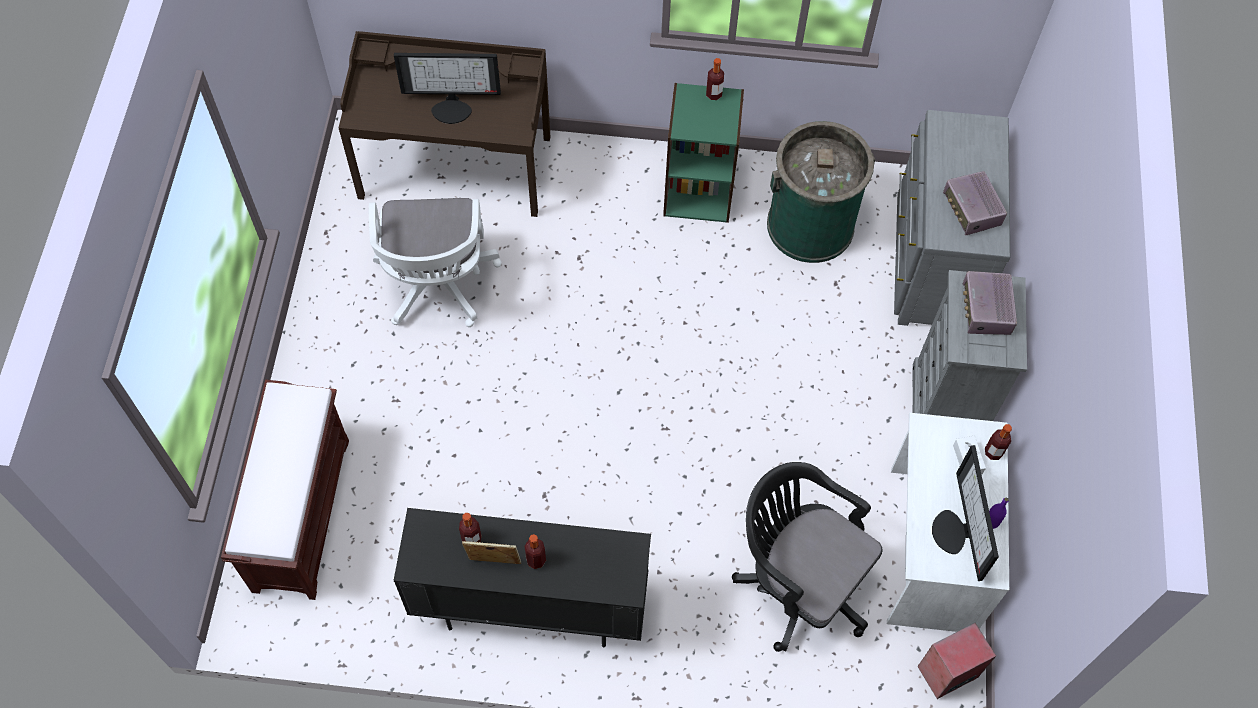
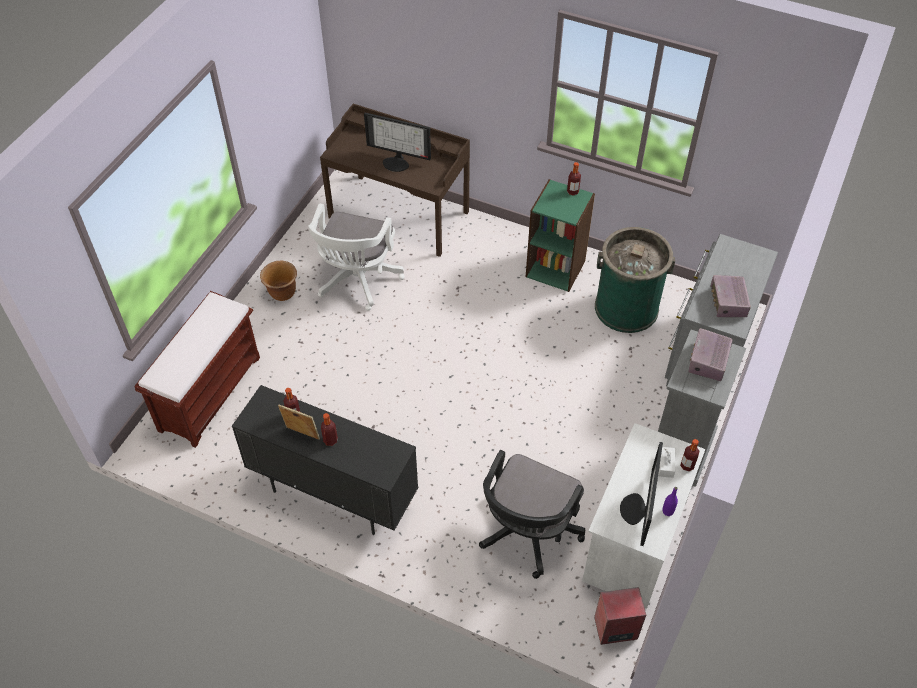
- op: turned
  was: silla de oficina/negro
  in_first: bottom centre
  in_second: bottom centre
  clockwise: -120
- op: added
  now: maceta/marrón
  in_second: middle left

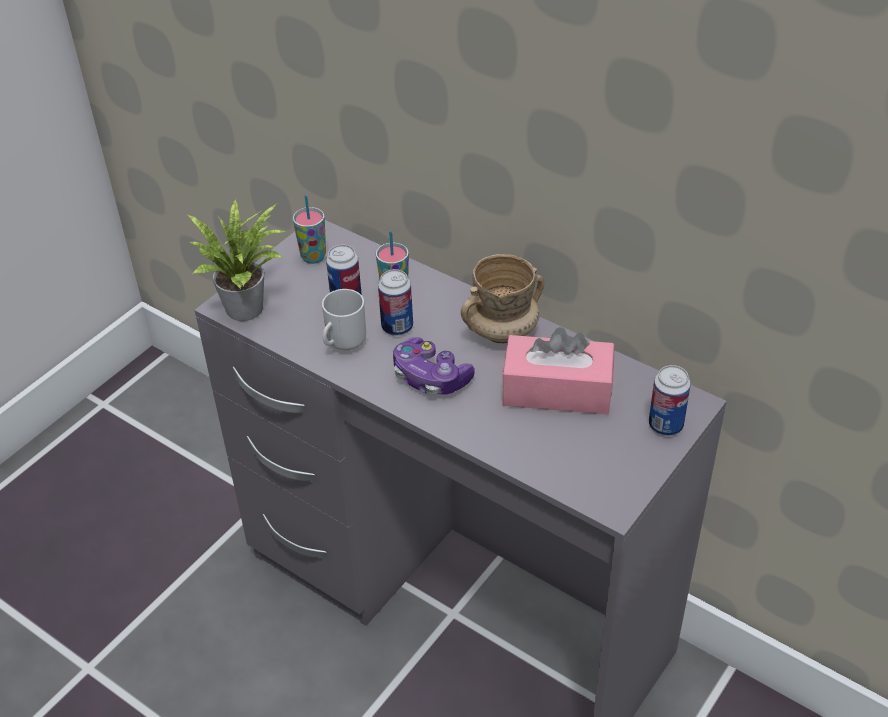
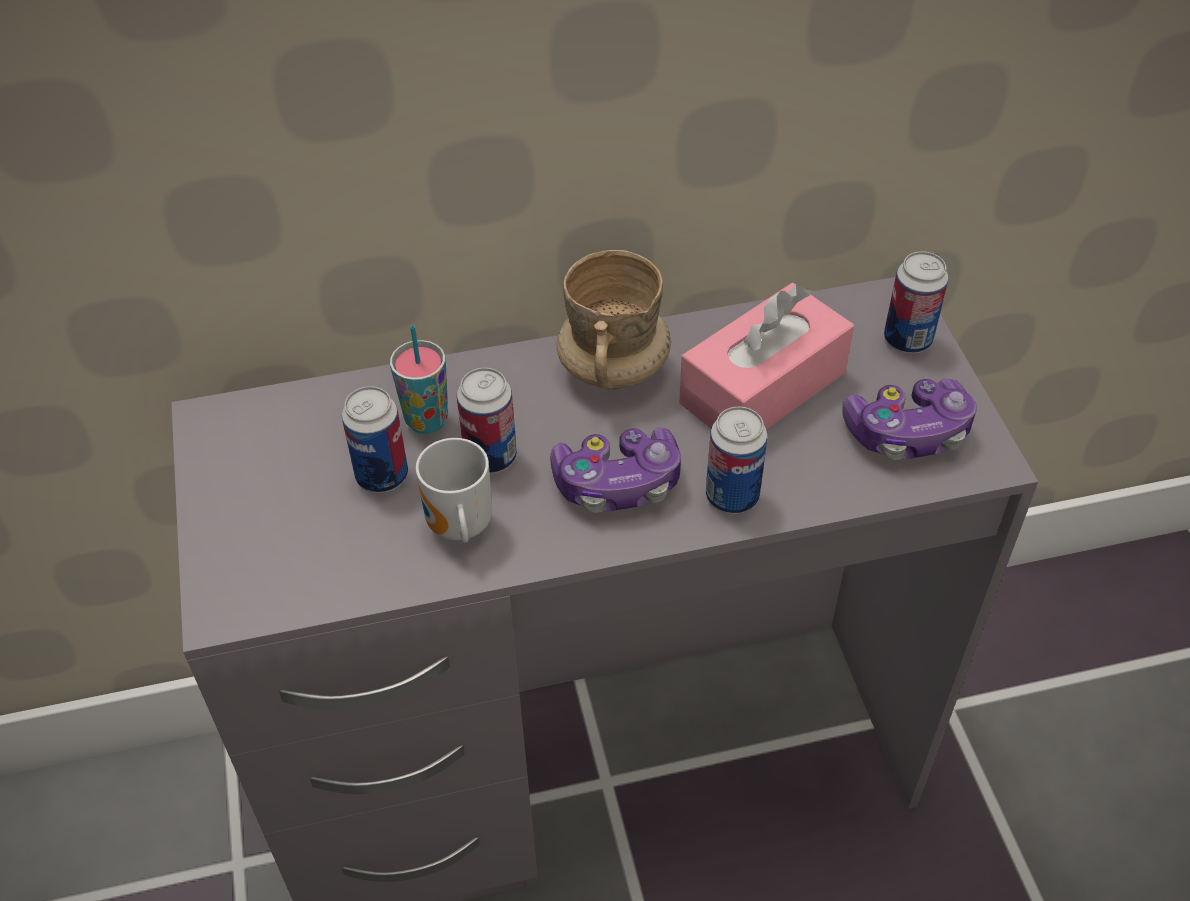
- op: removed
  was: planta en maceta
  in_first: middle left
- op: removed
  was: taza (1st from left)
  in_first: top centre
- op: added
  now: lata (3rd from left)
  in_second: centre
- op: added
  now: mando de consola (2nd from left)
  in_second: middle right

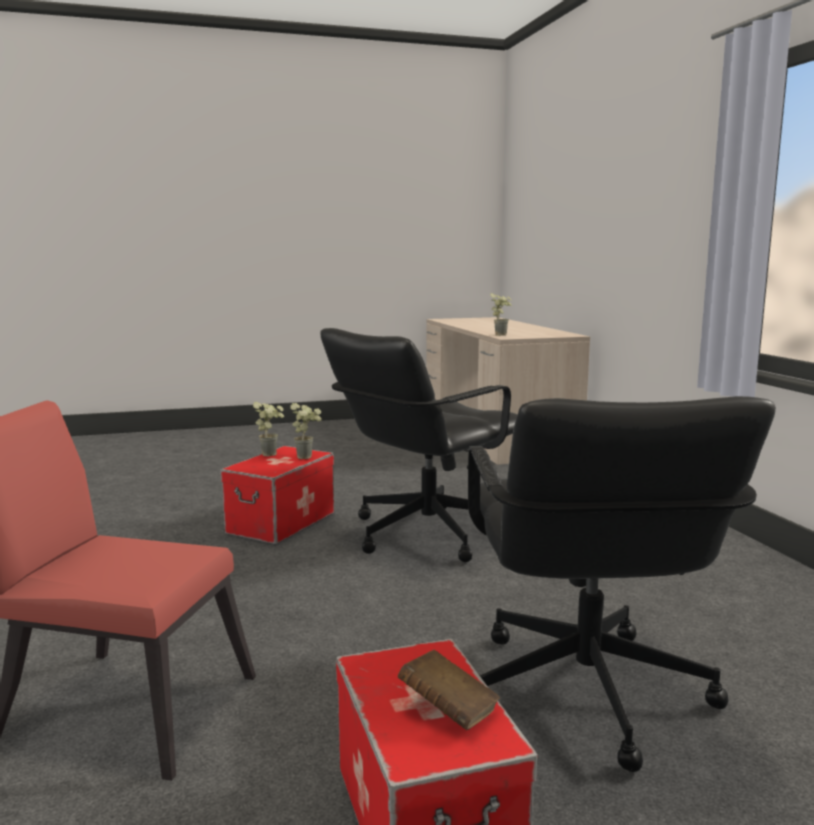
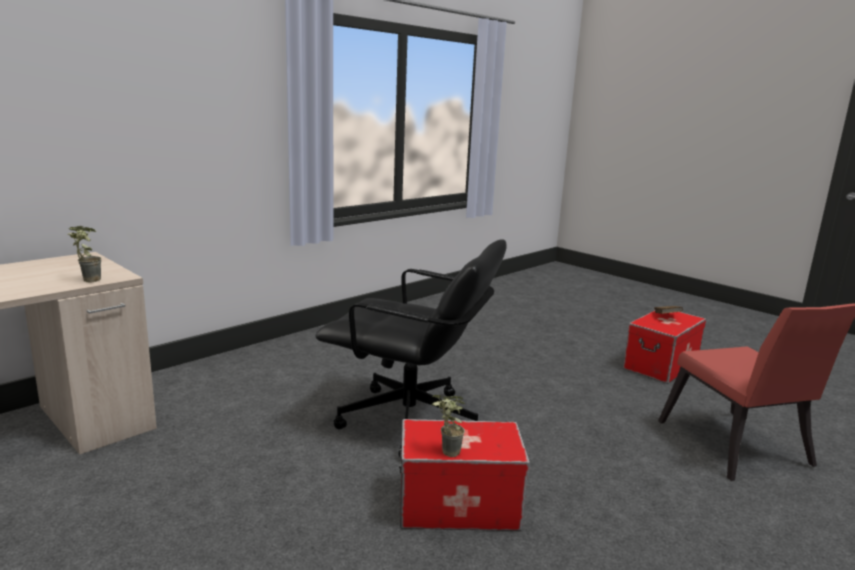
- op: removed
  was: planta en maceta (2nd from left)
  in_first: centre
- op: removed
  was: silla de oficina/negro (2nd from left)
  in_first: bottom right

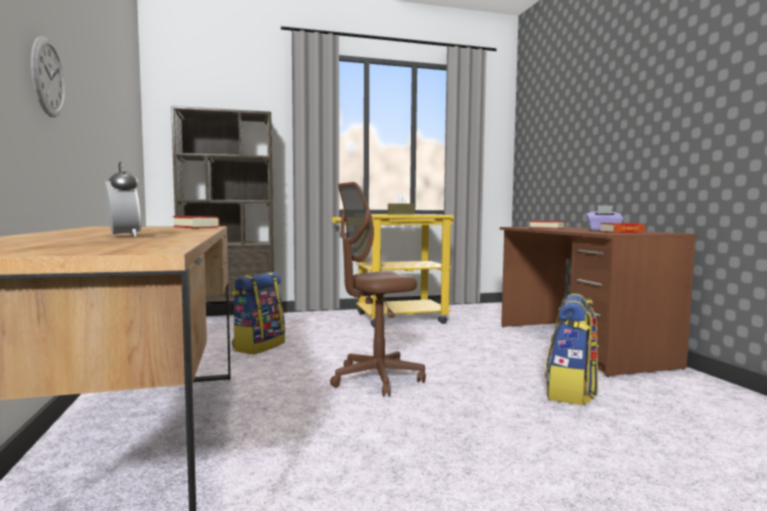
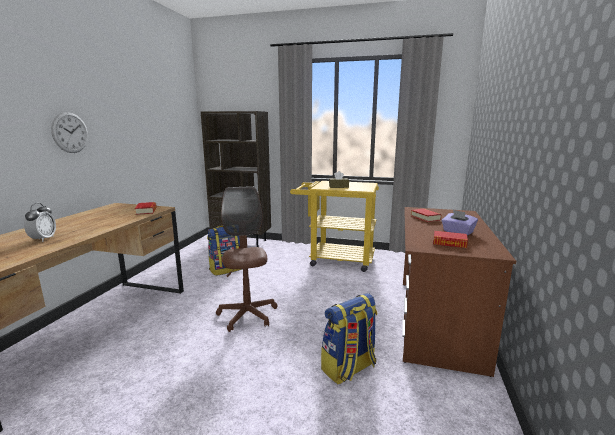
- op: turned
  was: silla de oficina/marrón
  in_first: centre
  in_second: centre
  clockwise: 75

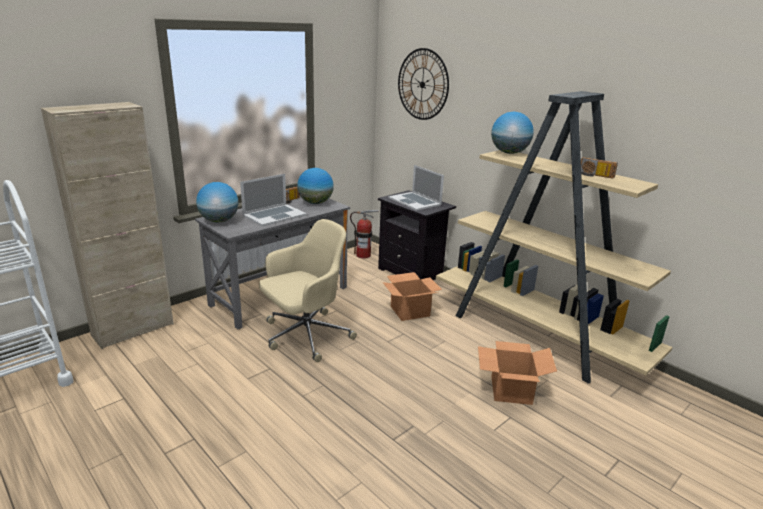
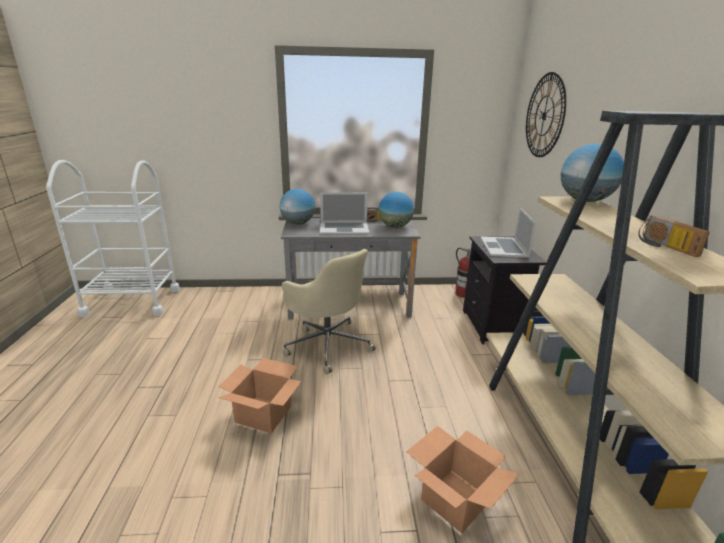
- op: removed
  was: armario/beis
  in_first: middle left
- op: turned
  was: silla de oficina/beis
  in_first: centre
  in_second: centre
  clockwise: 45
- op: moved
  was: caja de cartón (1st from left)
  in_first: centre
  in_second: bottom centre

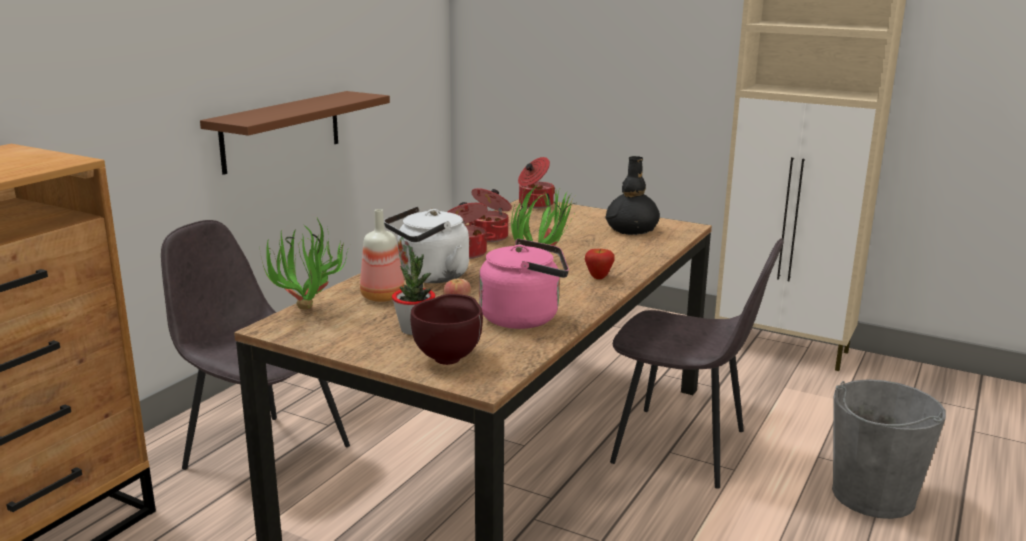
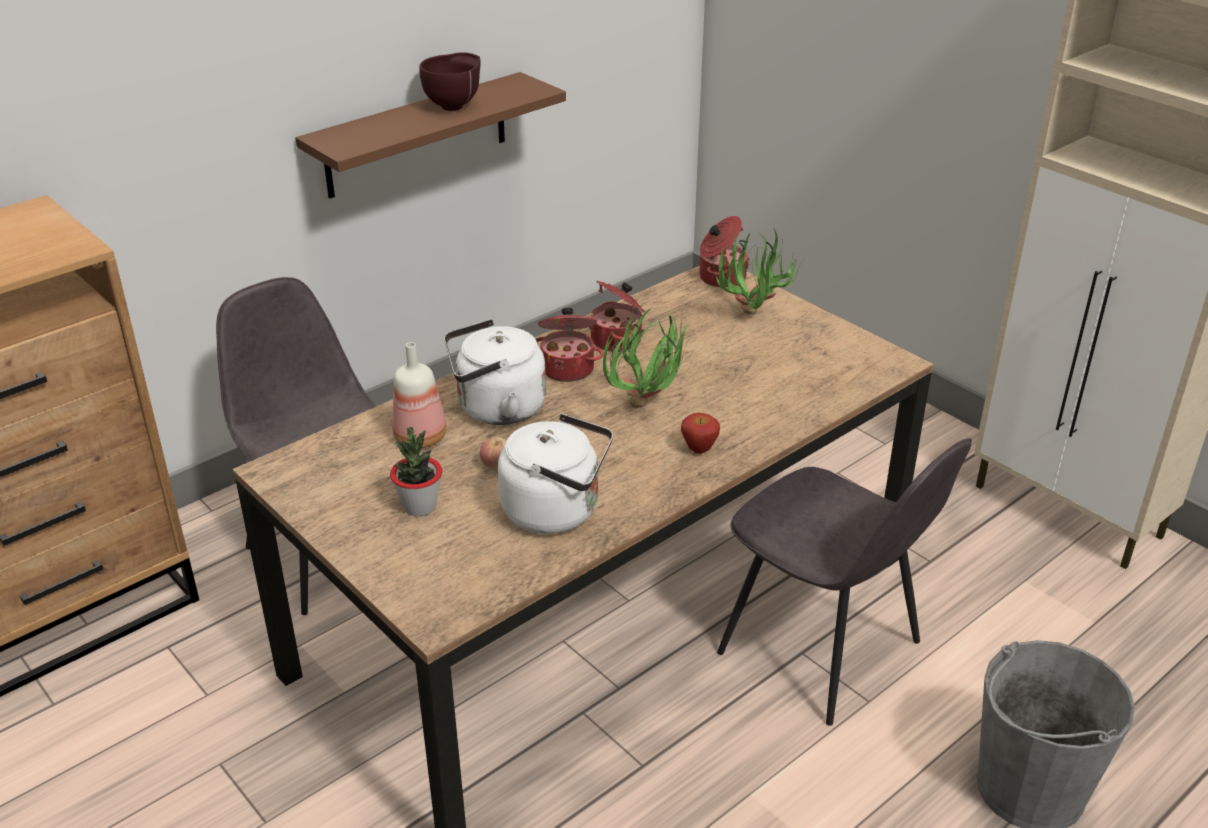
- op: moved
  was: planta en maceta (1st from left in the first image)
  now: planta en maceta (3rd from left)
  in_first: middle left
  in_second: top centre
- op: moved
  was: cuenco/marrón
  in_first: centre
  in_second: top centre
- op: recoloured
  was: hervidor/rosa
  now: hervidor/blanco (2nd from left)
  in_first: centre
  in_second: centre
- op: removed
  was: florero/negro
  in_first: centre

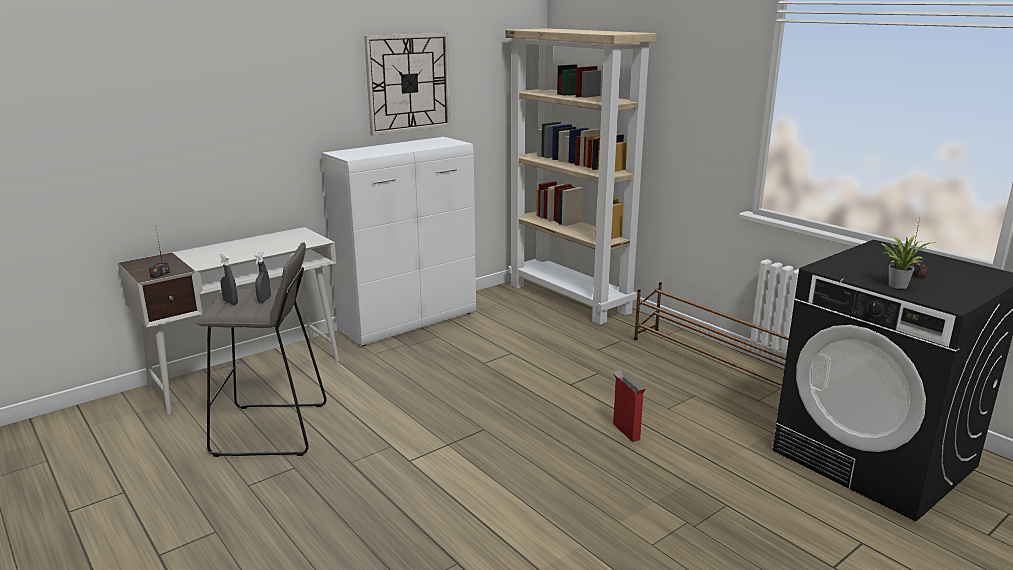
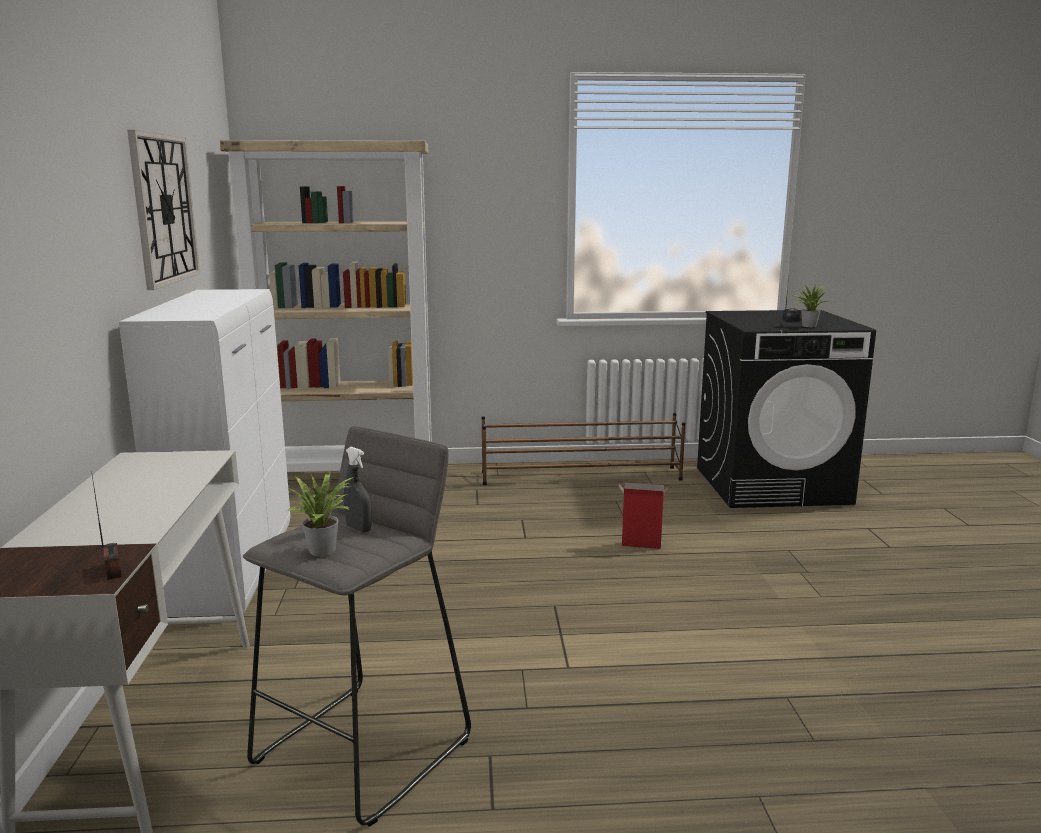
- op: replaced
  was: pulverizador/gris (1st from left)
  now: planta en maceta (1st from left)
  in_first: middle left
  in_second: middle left

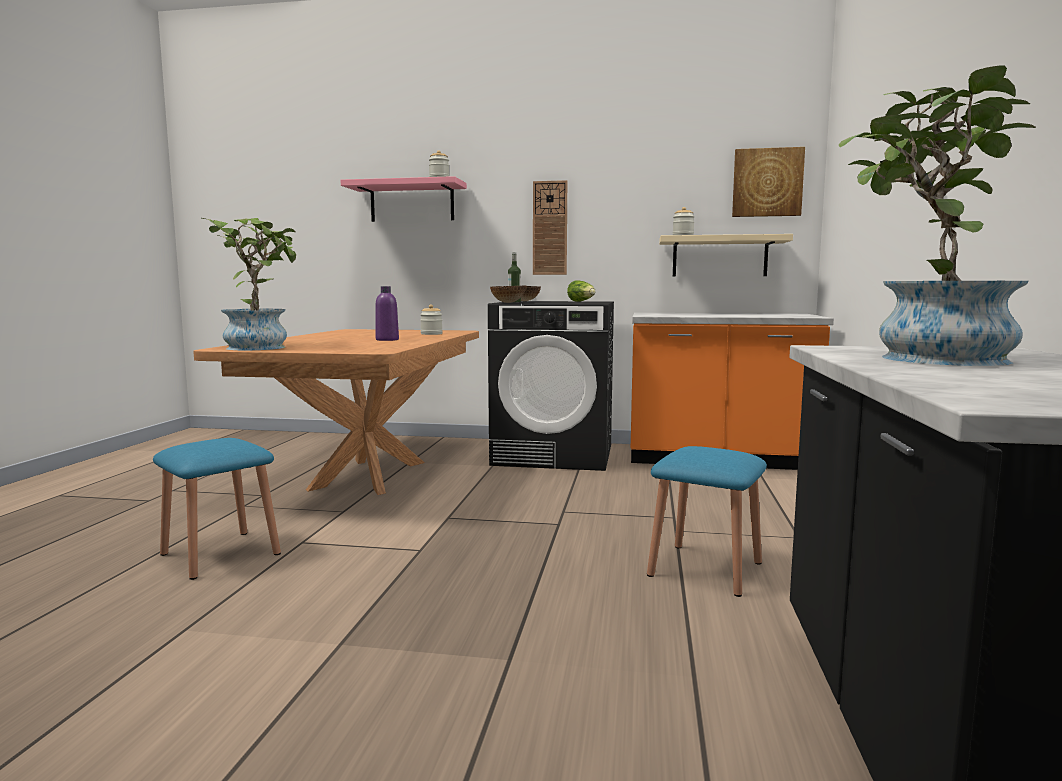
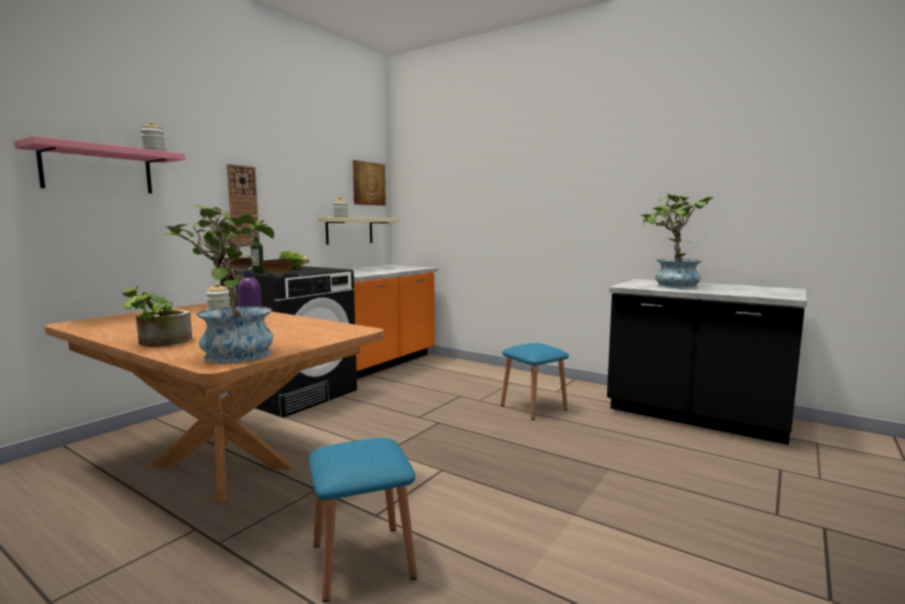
- op: added
  now: planta en maceta (1st from left)
  in_second: middle left

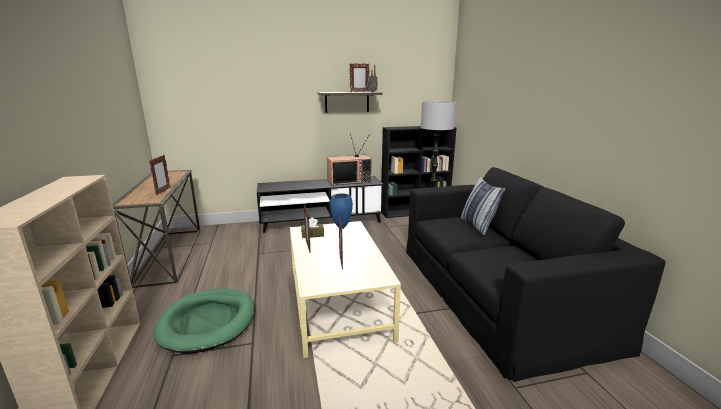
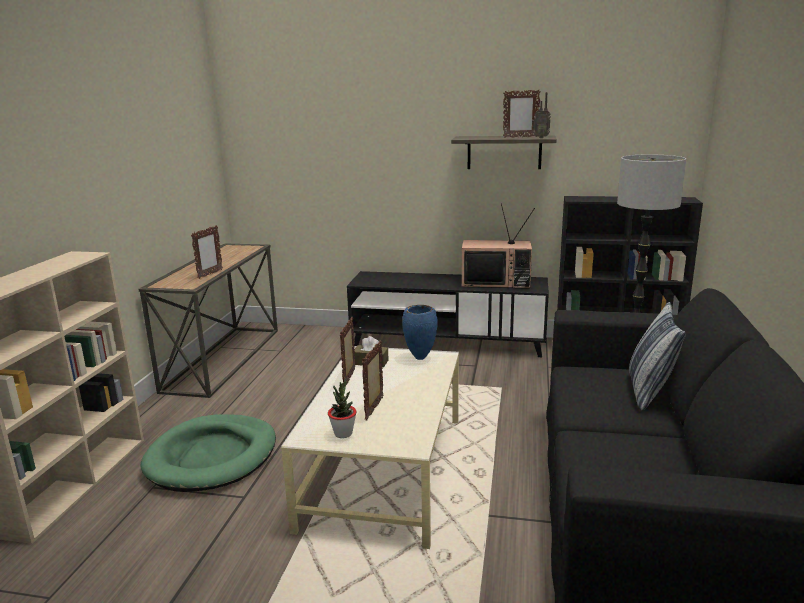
- op: added
  now: planta en maceta
  in_second: bottom centre

